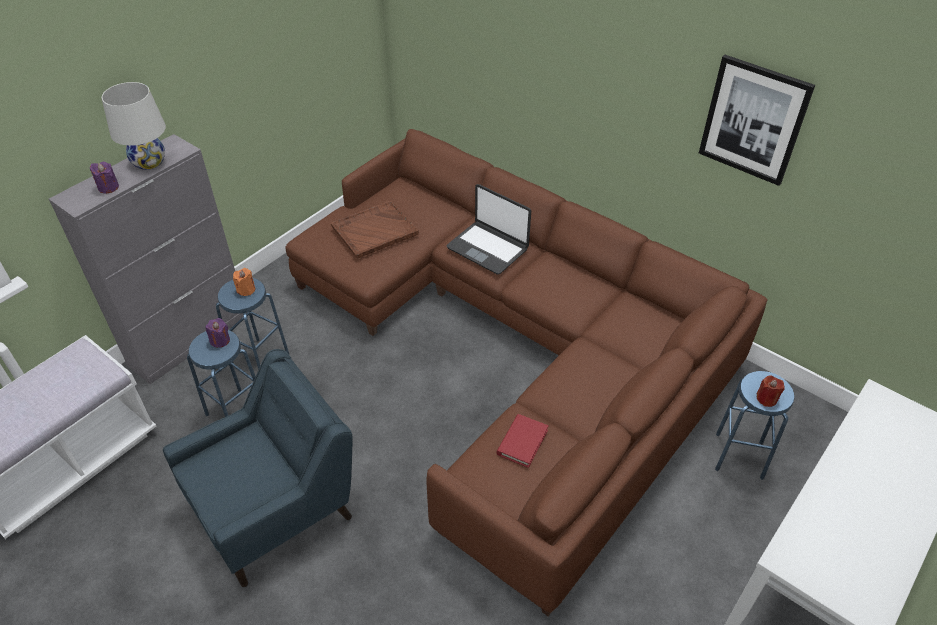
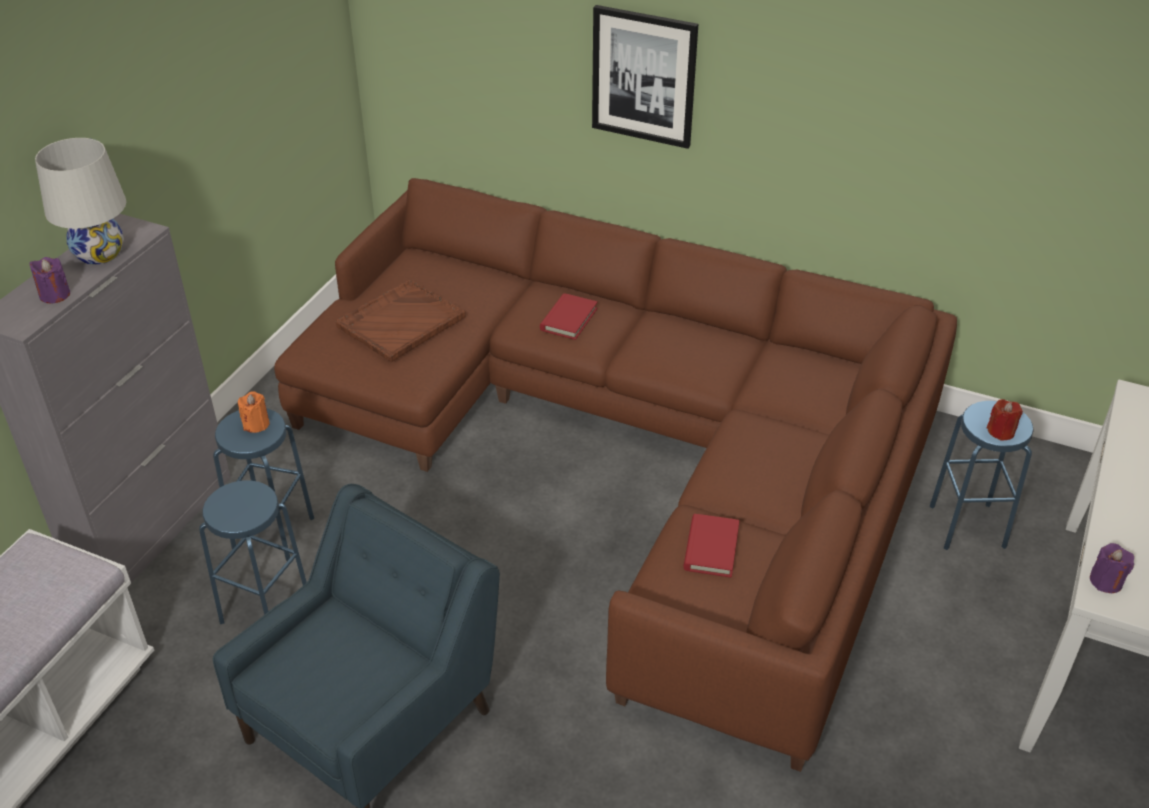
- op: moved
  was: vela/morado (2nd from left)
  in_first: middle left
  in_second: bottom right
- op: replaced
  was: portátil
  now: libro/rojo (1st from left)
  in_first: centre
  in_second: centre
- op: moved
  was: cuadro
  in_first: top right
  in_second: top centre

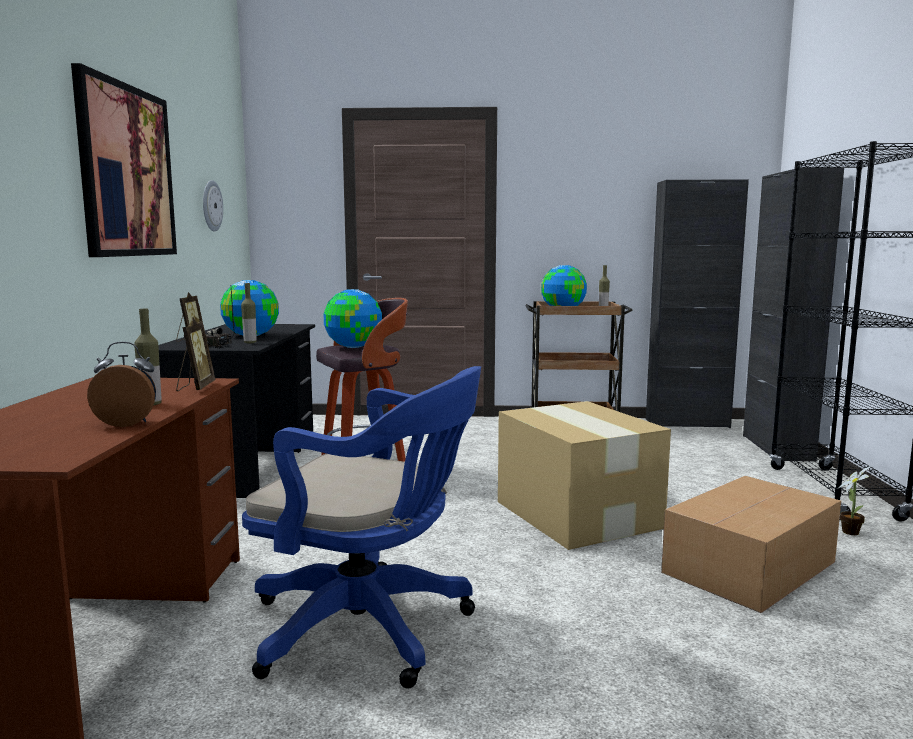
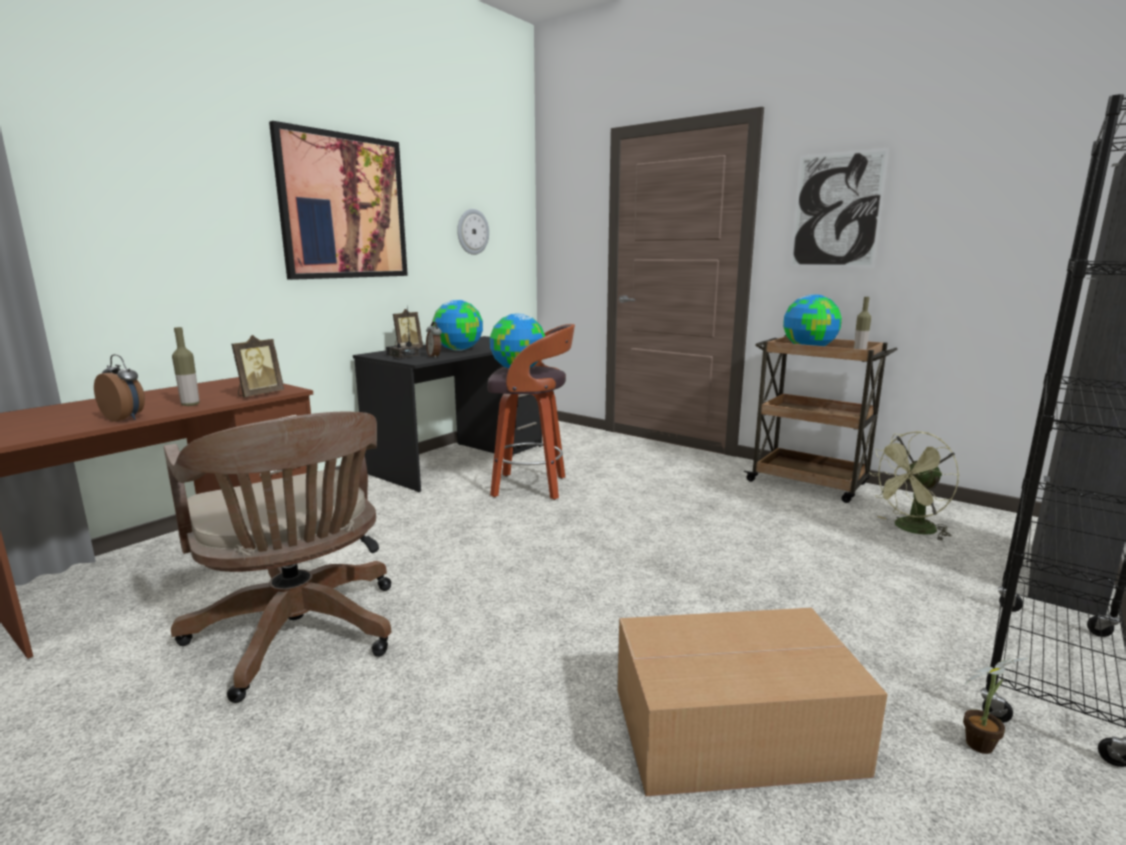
- op: replaced
  was: botella (2nd from left)
  now: despertador (2nd from left)
  in_first: middle left
  in_second: centre
- op: recoloured
  was: silla de oficina/azul
  now: silla de oficina/marrón
  in_first: bottom centre
  in_second: middle left
- op: removed
  was: caja de cartón (1st from left)
  in_first: centre
- op: removed
  was: armario/negro (1st from left)
  in_first: middle right
- op: added
  now: cuadro (2nd from left)
  in_second: top right
- op: added
  now: ventilador/verde
  in_second: middle right

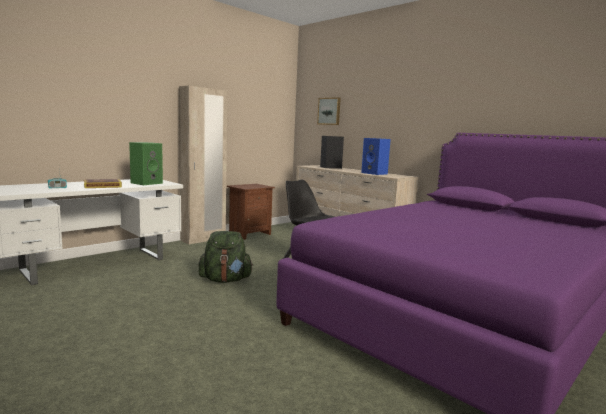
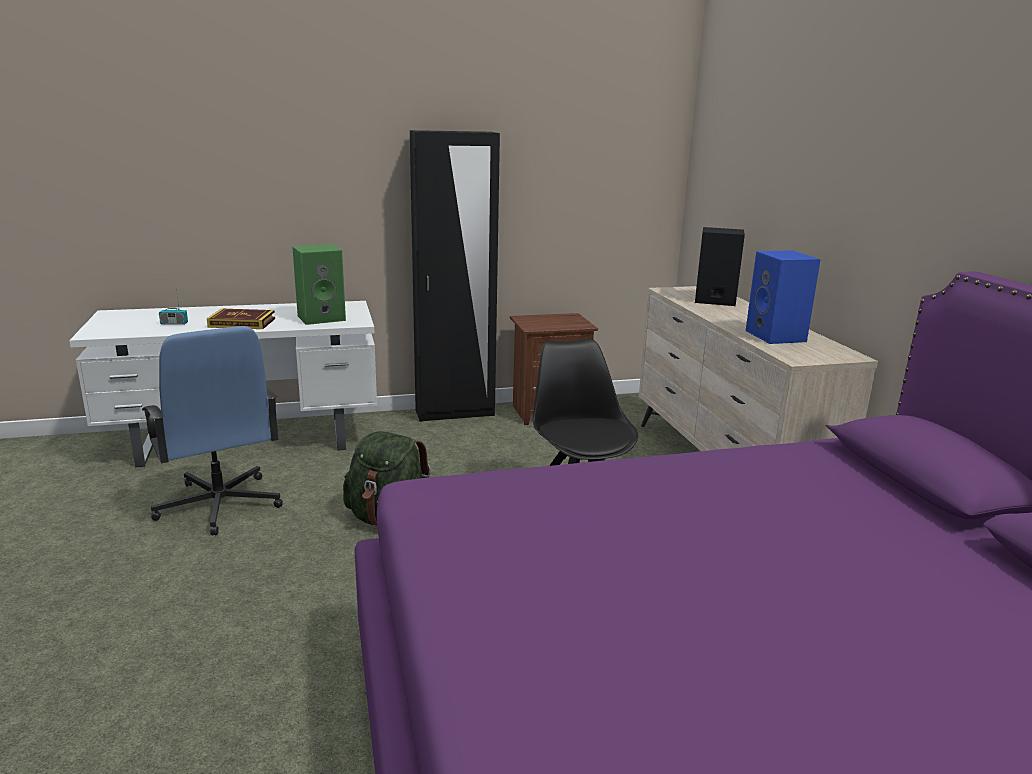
- op: recoloured
  was: armario ropero/beis
  now: armario ropero/negro
  in_first: centre
  in_second: centre
- op: removed
  was: cuadro
  in_first: top centre
- op: added
  now: silla de oficina/azul
  in_second: middle left

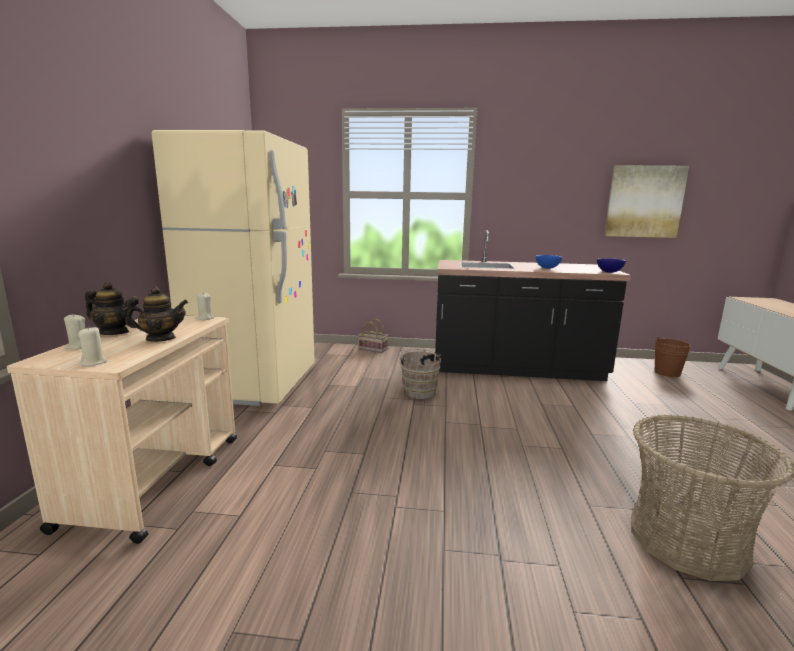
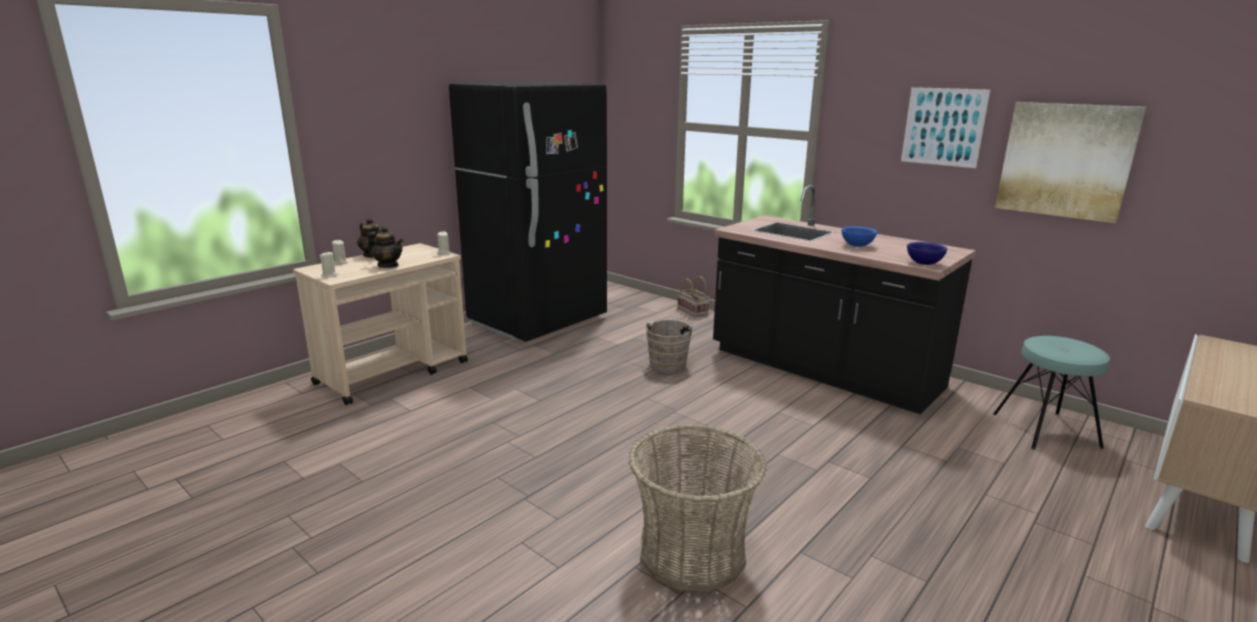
- op: recoloured
  was: nevera/beis
  now: nevera/negro
  in_first: middle left
  in_second: centre
- op: replaced
  was: cubo/marrón (2nd from left)
  now: taburete/turquesa
  in_first: middle right
  in_second: middle right
- op: added
  now: cuadro (1st from left)
  in_second: top right

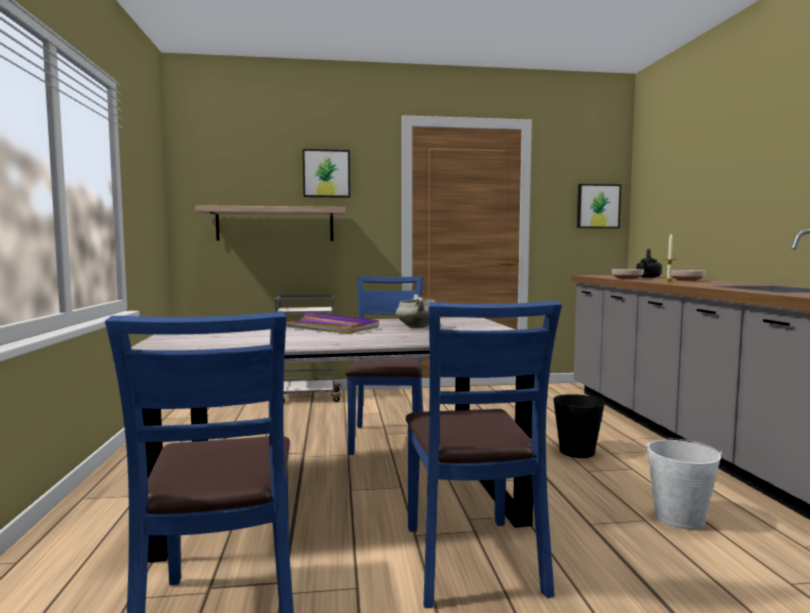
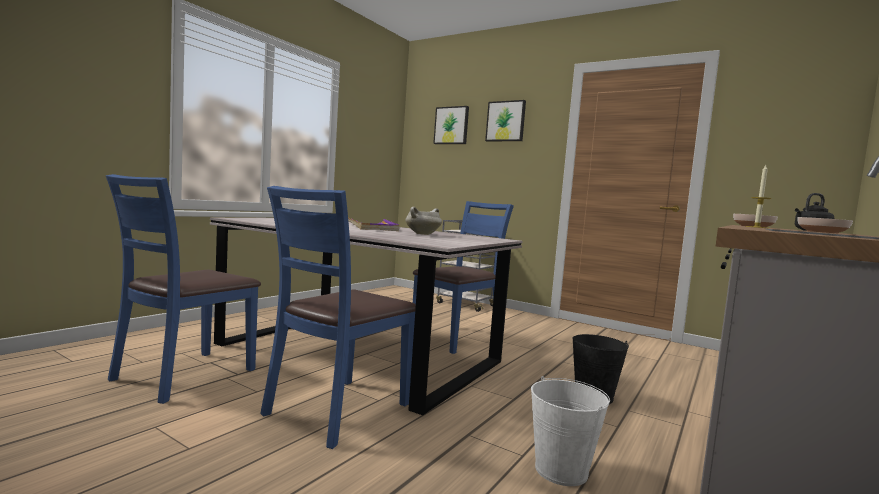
- op: removed
  was: estante
  in_first: centre
- op: moved
  was: cuadro (2nd from left in the first image)
  now: cuadro (1st from left)
  in_first: middle right
  in_second: top centre

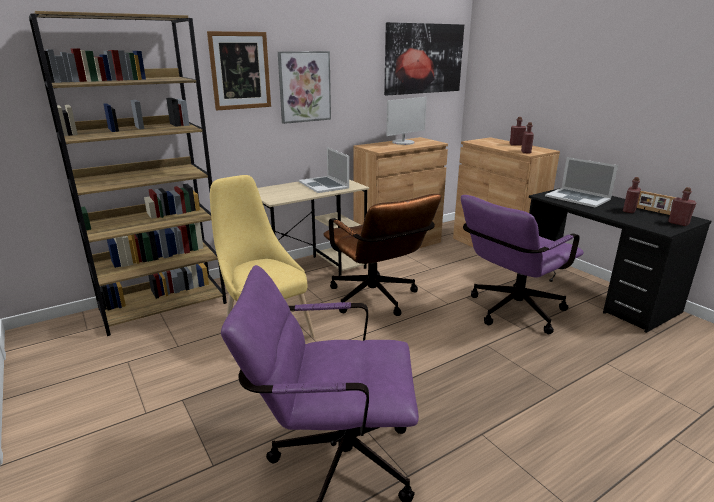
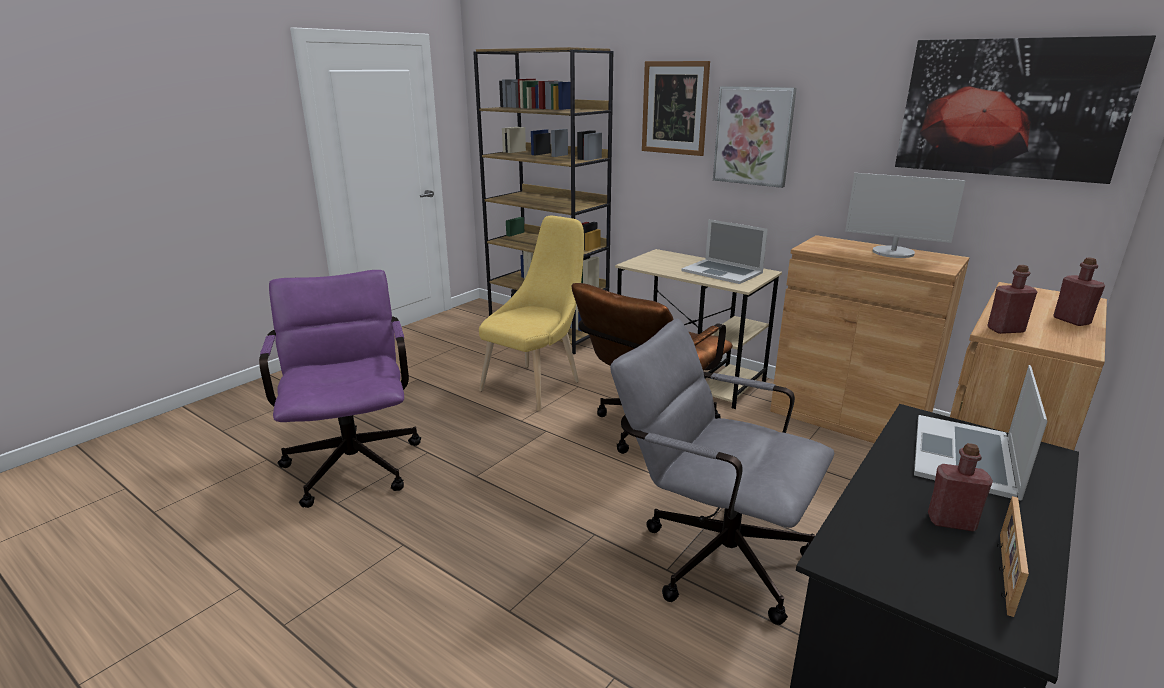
- op: turned
  was: portátil (1st from left)
  in_first: centre
  in_second: centre
  clockwise: -90
- op: recoloured
  was: silla de oficina/morado (2nd from left)
  now: silla de oficina/gris
  in_first: middle right
  in_second: bottom centre
- op: removed
  was: botella/rojo (4th from left)
  in_first: middle right

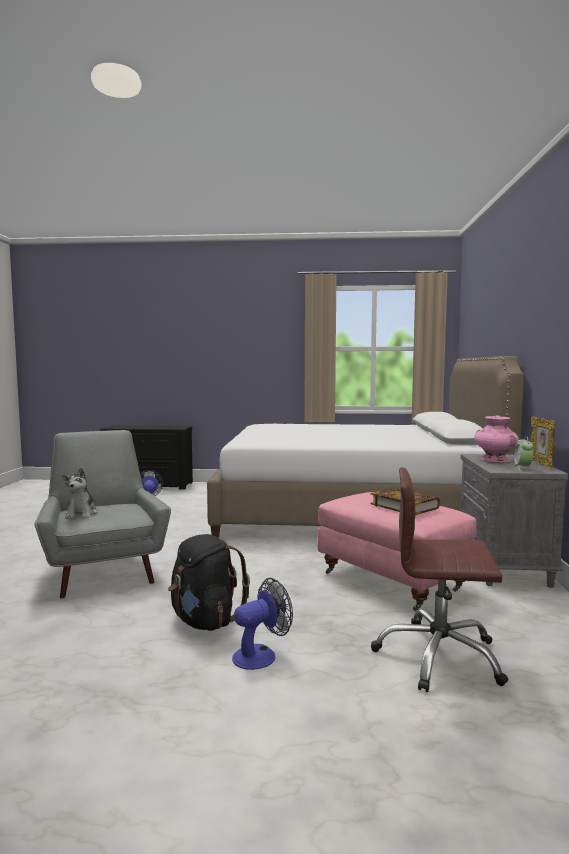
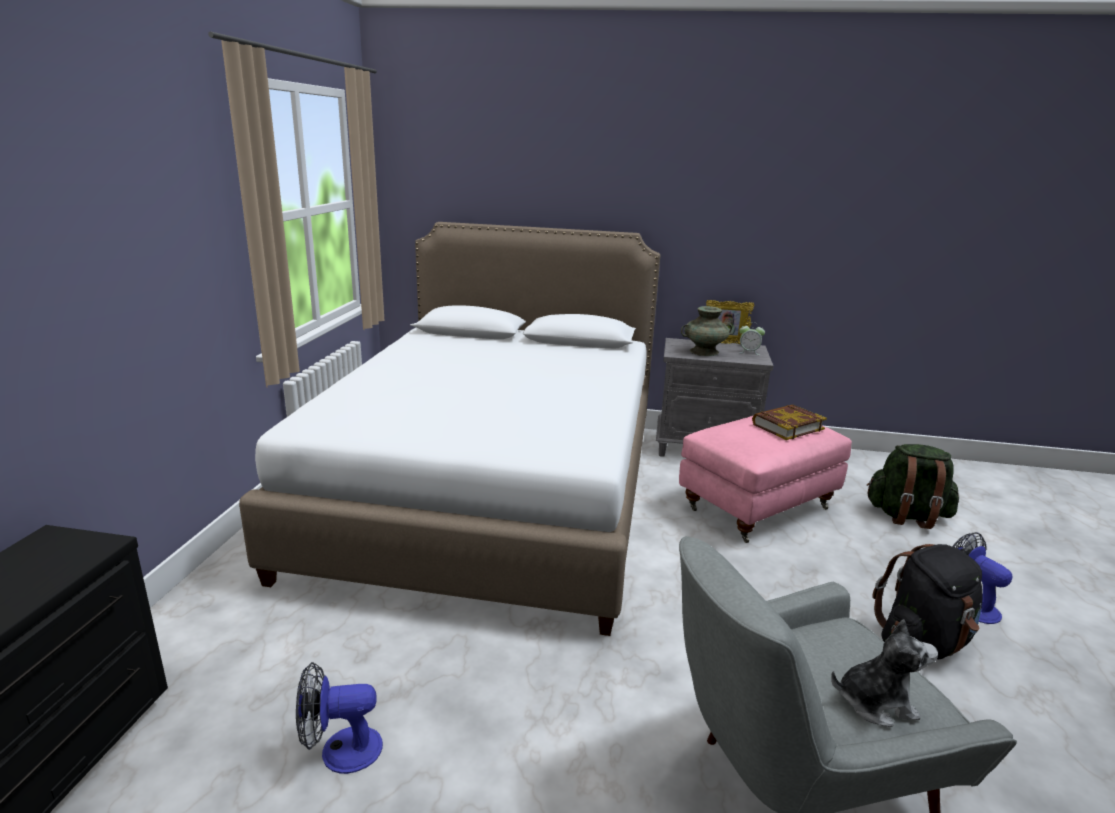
- op: replaced
  was: silla de oficina/marrón
  now: mochila/verde
  in_first: bottom right
  in_second: middle right
- op: recoloured
  was: florero/rosa
  now: florero/turquesa
  in_first: middle right
  in_second: centre

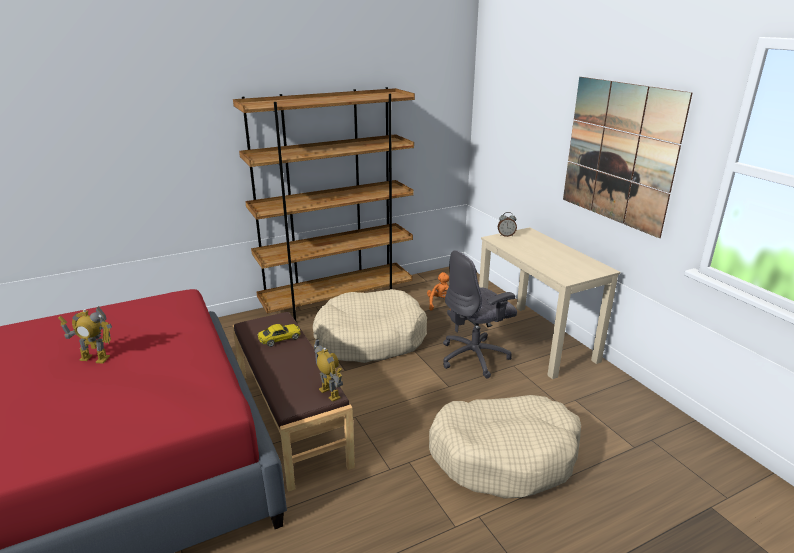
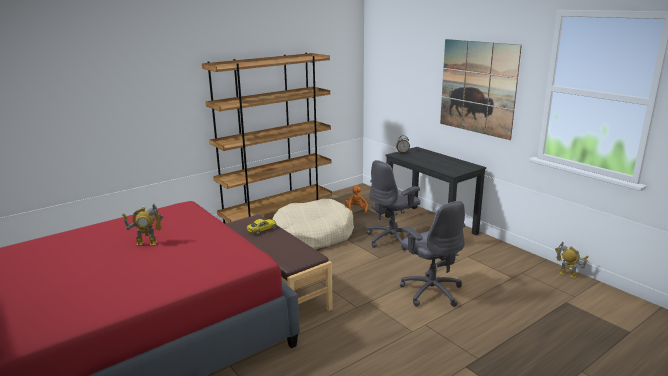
- op: moved
  was: robot de juguete (2nd from left)
  in_first: bottom centre
  in_second: bottom right
- op: replaced
  was: cama para perro/beis (2nd from left)
  now: silla de oficina/gris (2nd from left)
  in_first: bottom centre
  in_second: bottom centre
- op: recoloured
  was: escritorio/beis
  now: escritorio/negro
  in_first: middle right
  in_second: centre

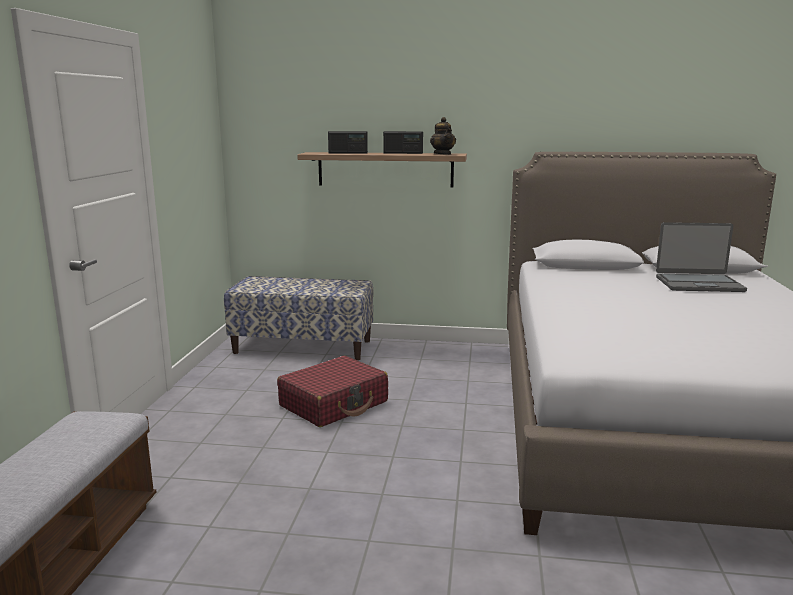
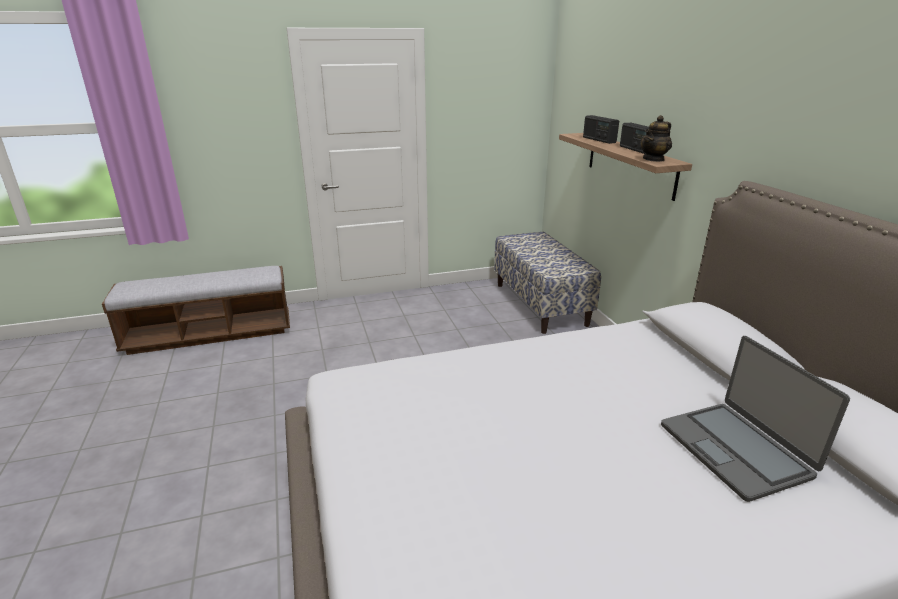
- op: removed
  was: maleta/rojo
  in_first: centre

